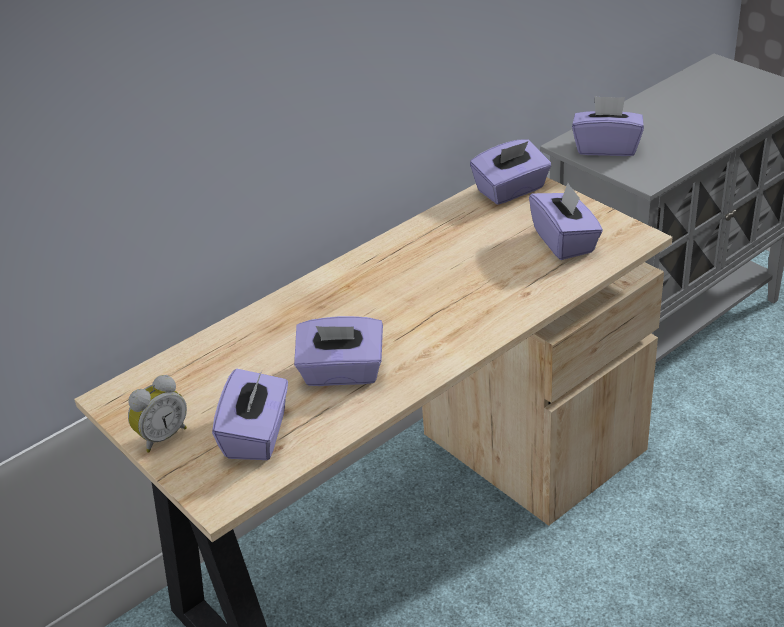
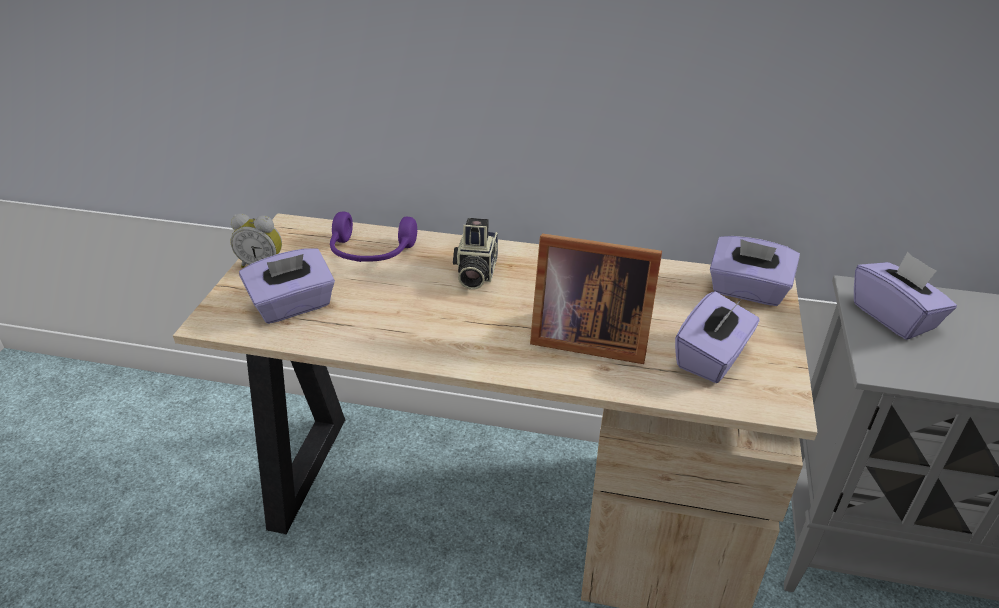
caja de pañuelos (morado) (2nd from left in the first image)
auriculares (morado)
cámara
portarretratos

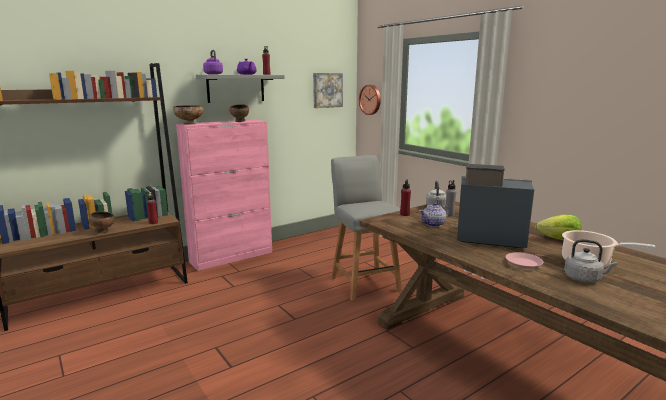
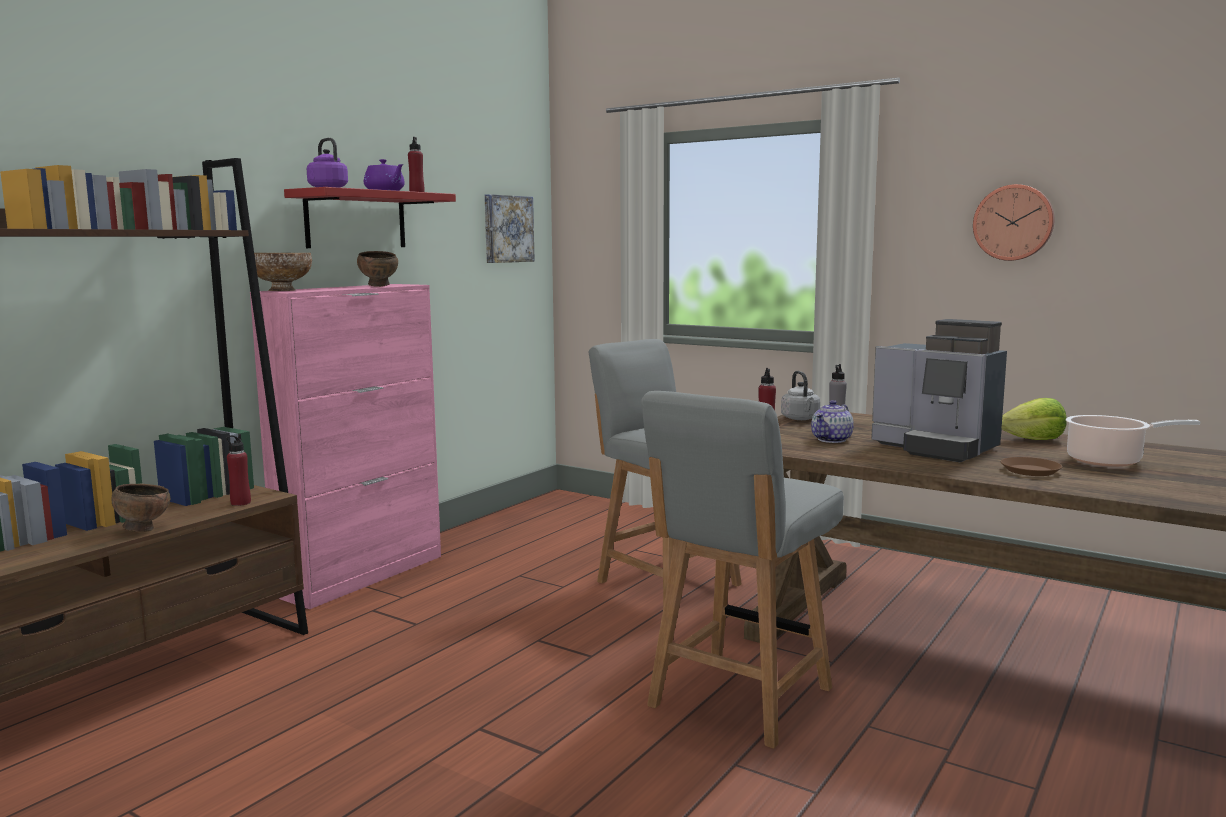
estante (rojo)
reloj de pared
cafetera
hervidor (gris) (2nd from left in the first image)
plato (marrón)
silla (gris) (2nd from left)

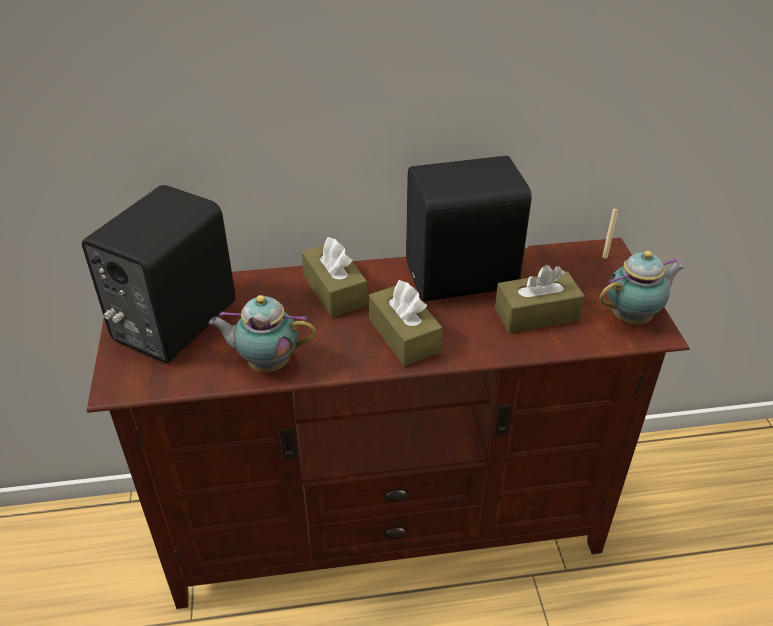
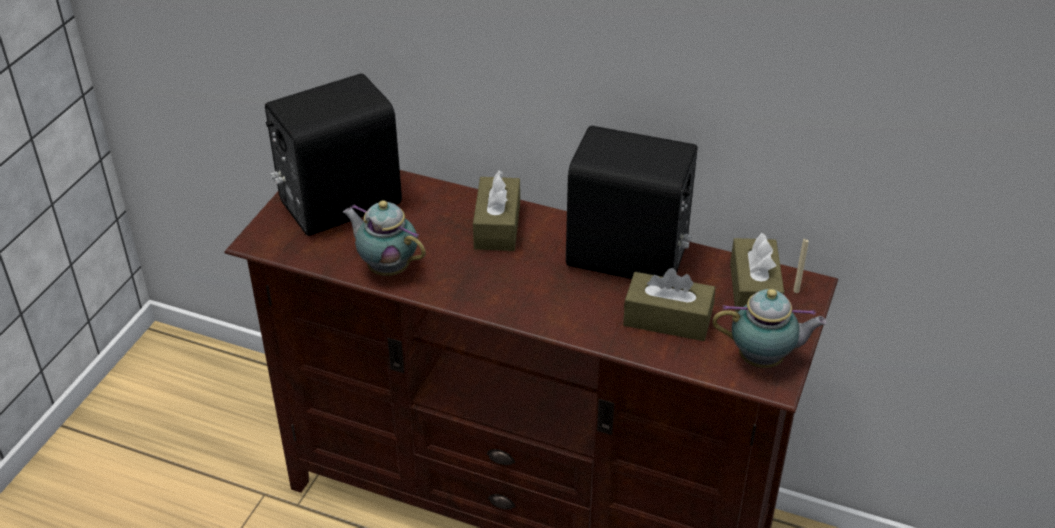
caja de pañuelos (marrón) (3rd from left)

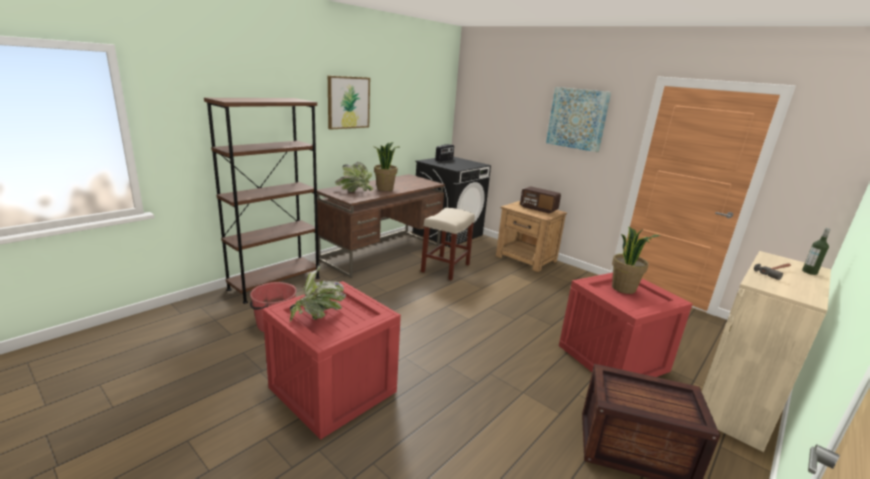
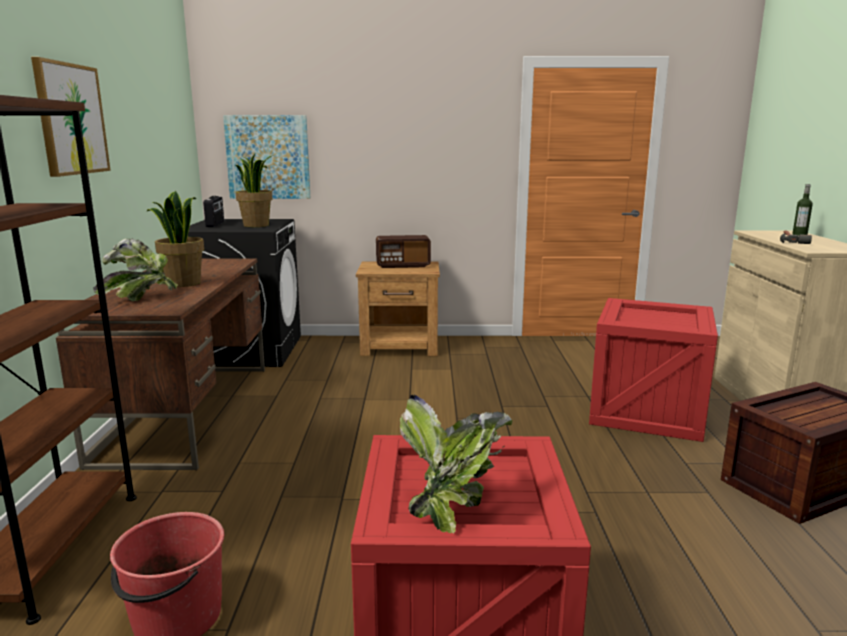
cuadro (2nd from left)
taburete (beis)
planta en maceta (3rd from left)

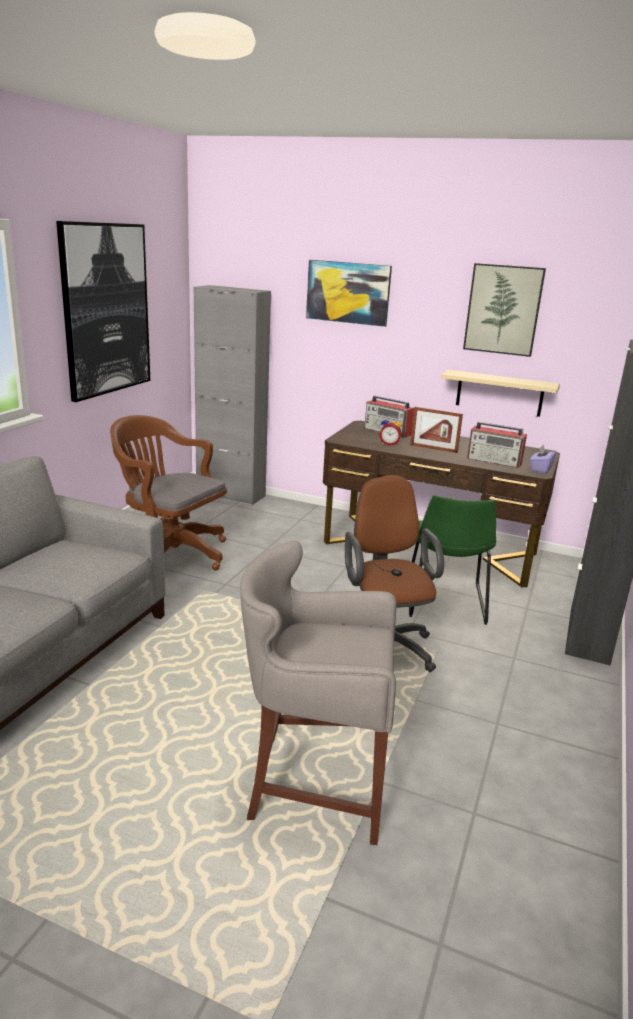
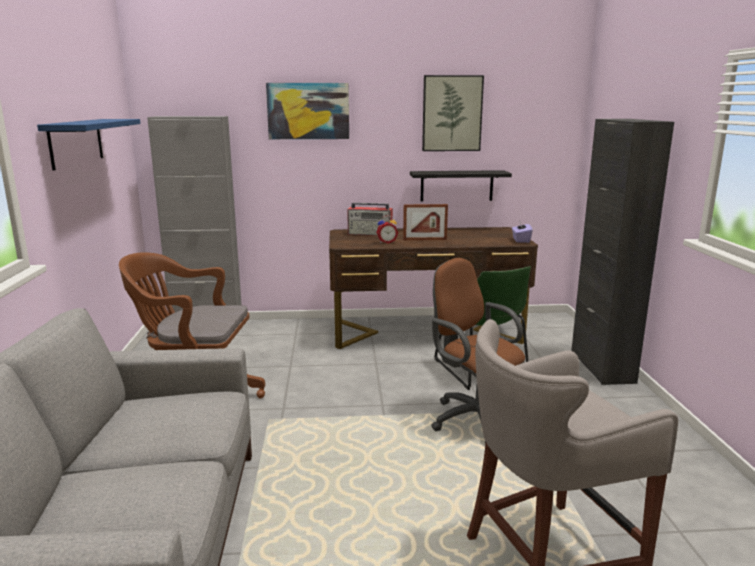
estante (azul)
estante (negro)
radio (2nd from left in the first image)

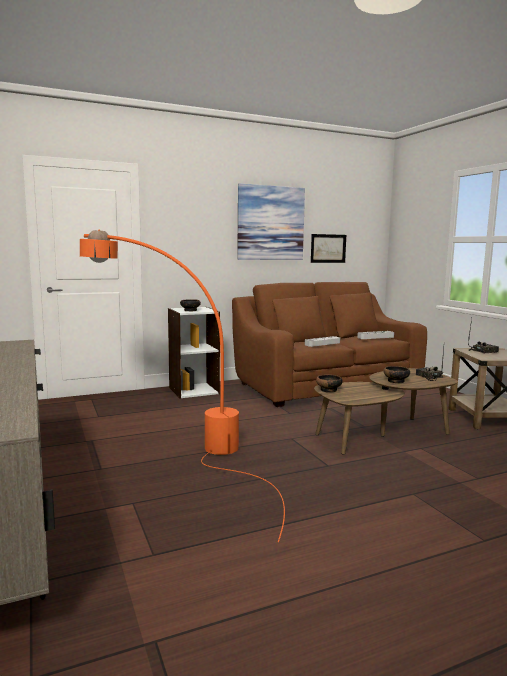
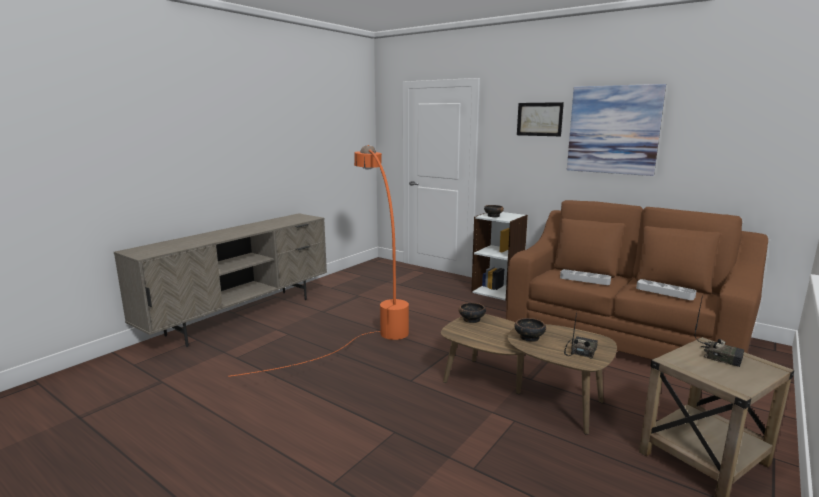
cuadro (1st from left)

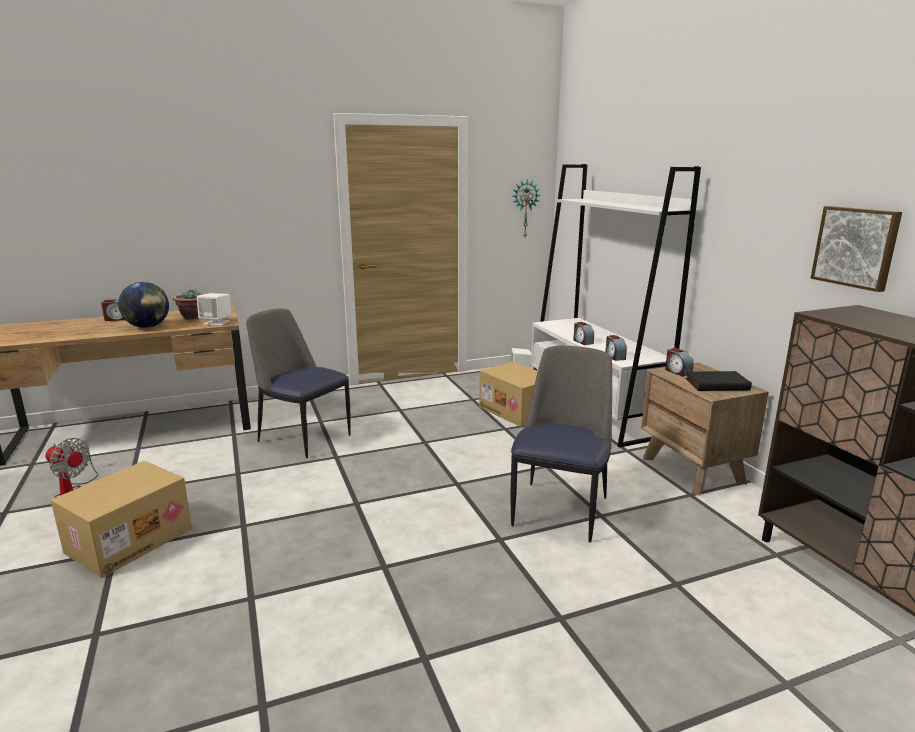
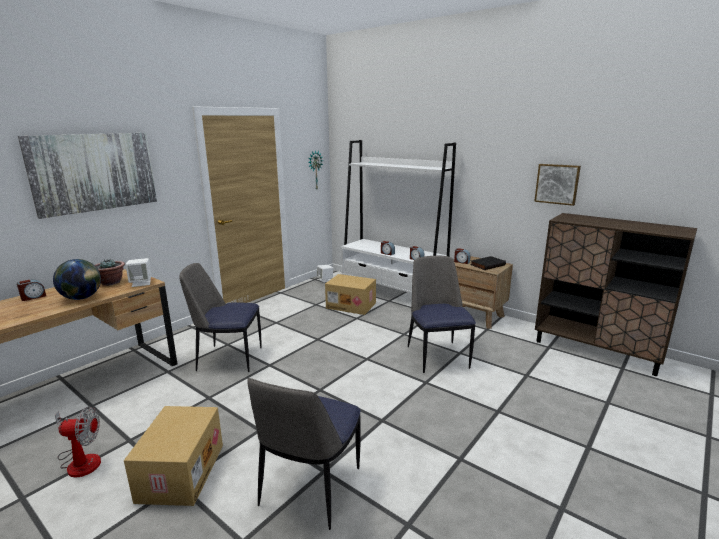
cuadro (1st from left)
silla (2nd from left)

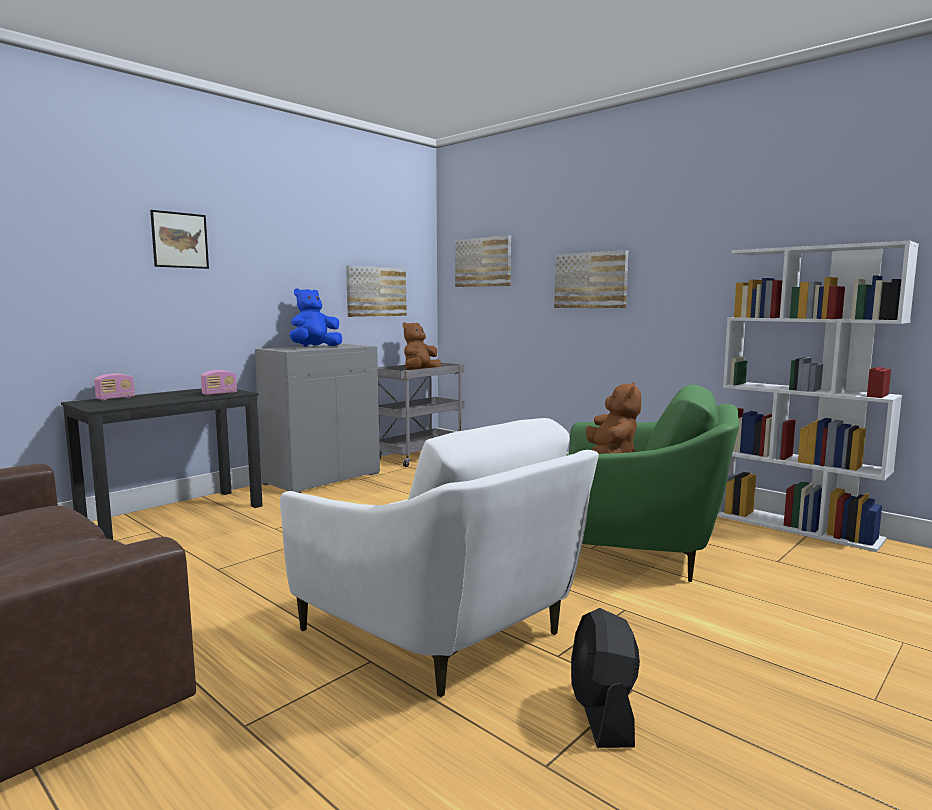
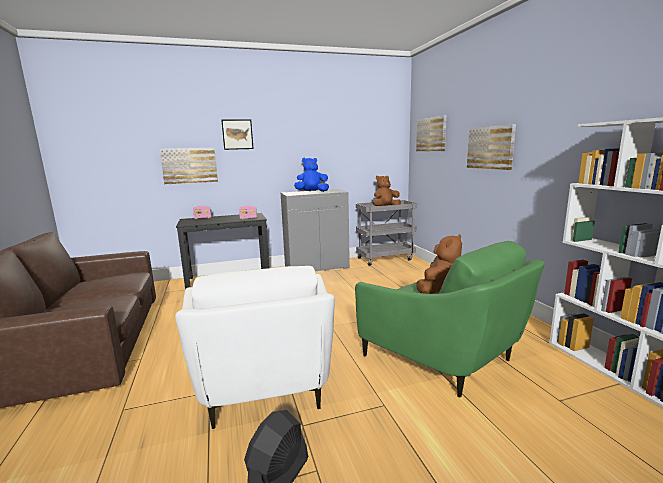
cuadro (1st from left)

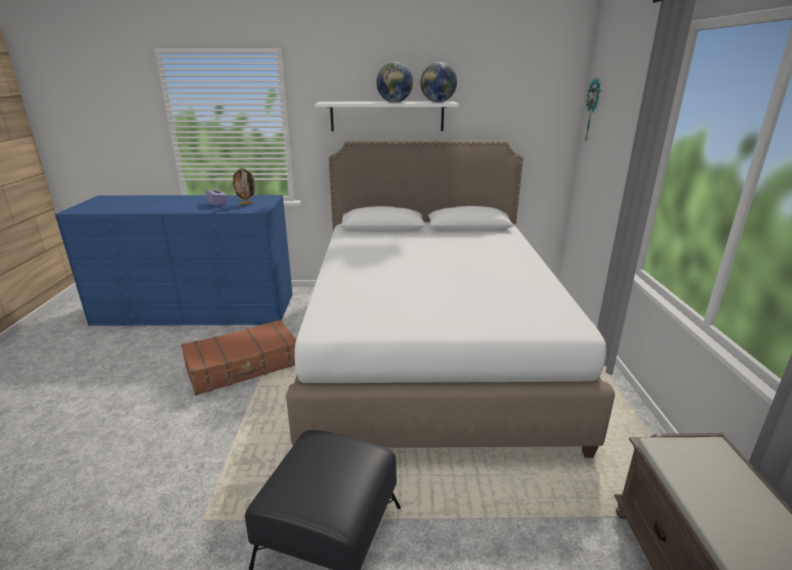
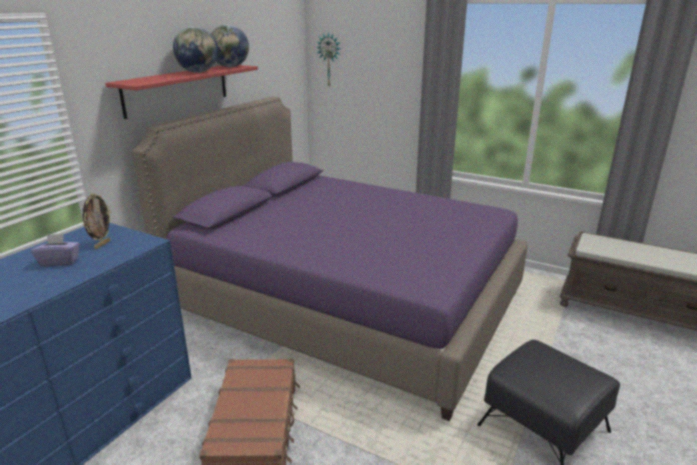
estante (rojo)
cama (morado)

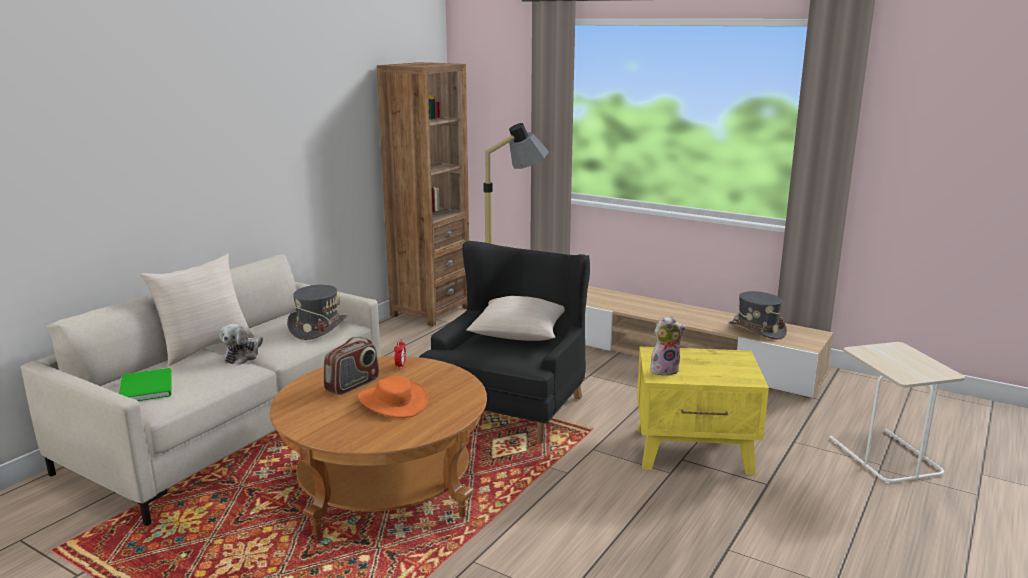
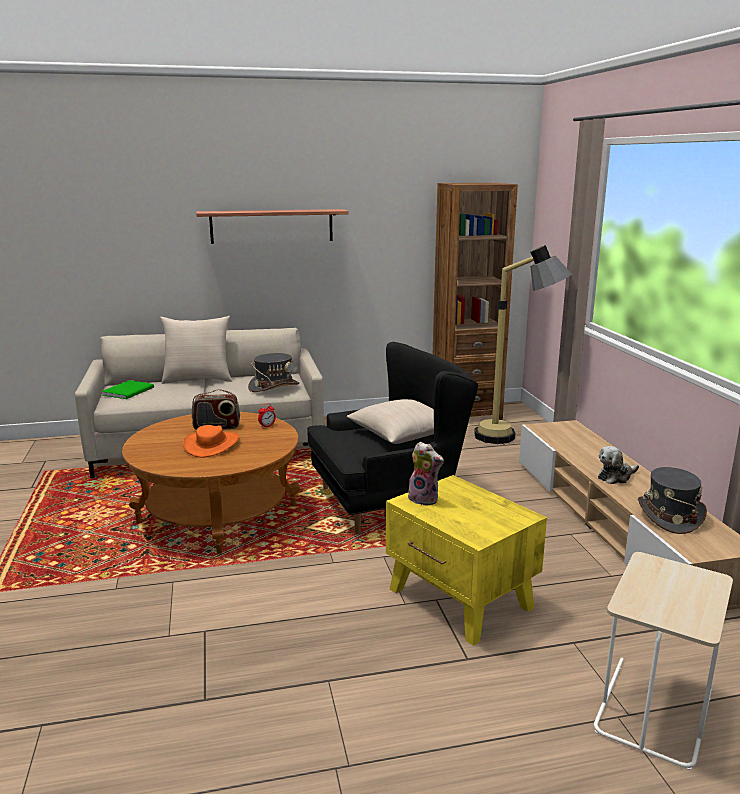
peluche (2nd from left)
estante

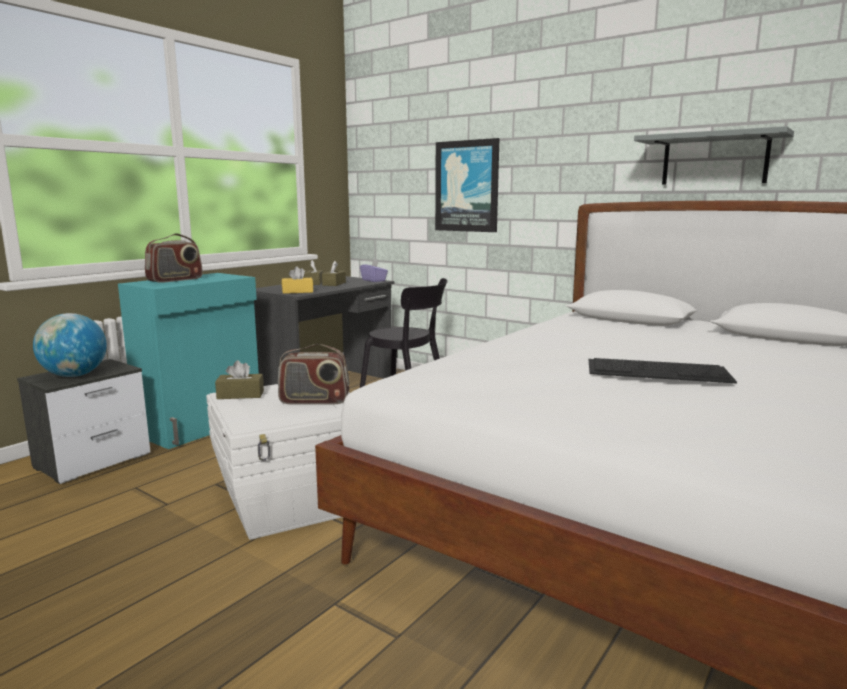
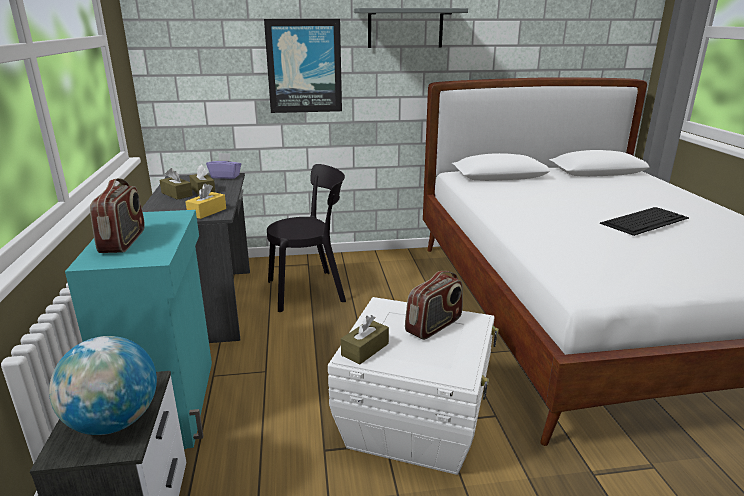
estante (gris)

